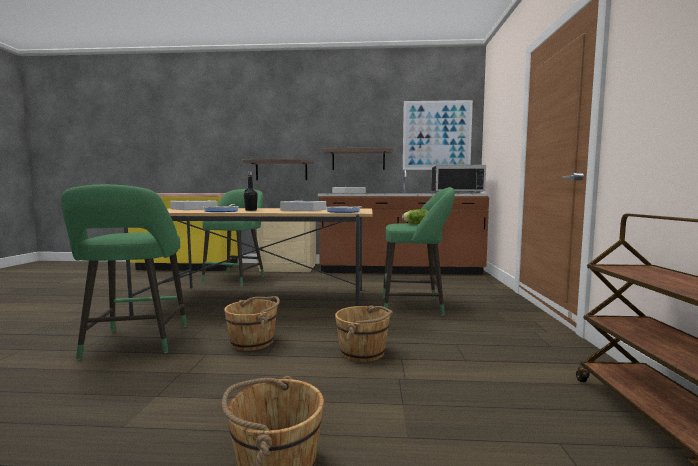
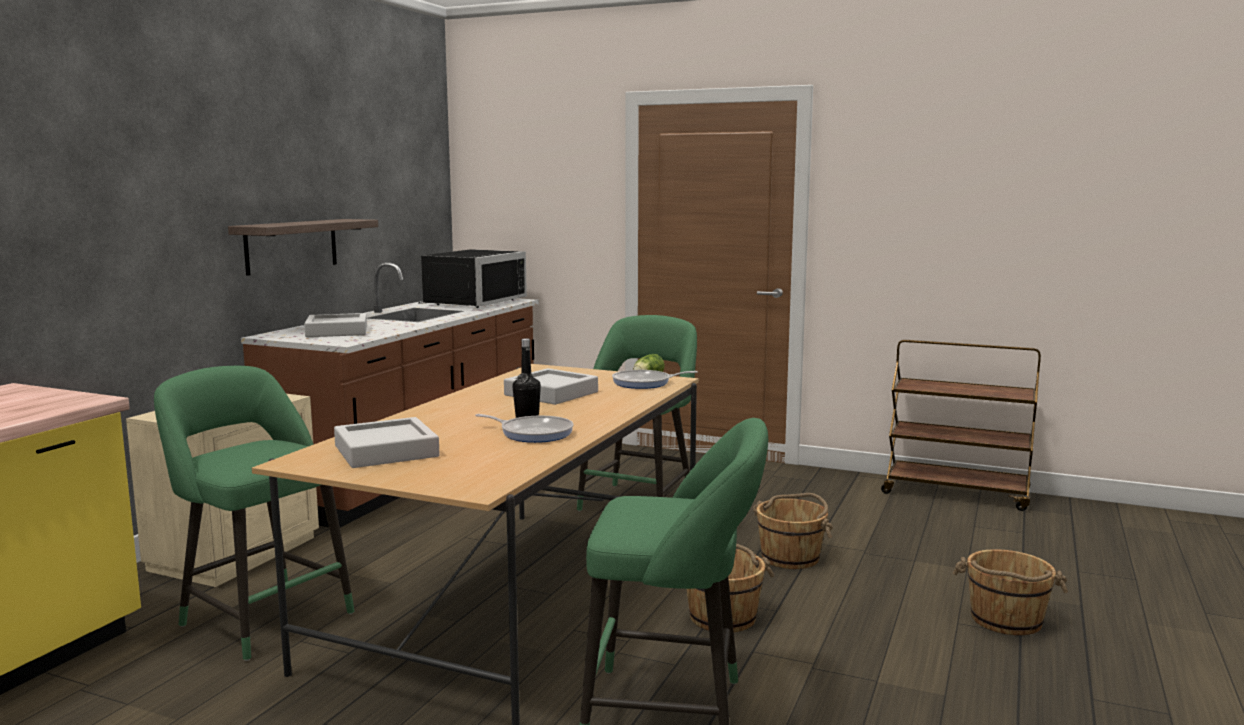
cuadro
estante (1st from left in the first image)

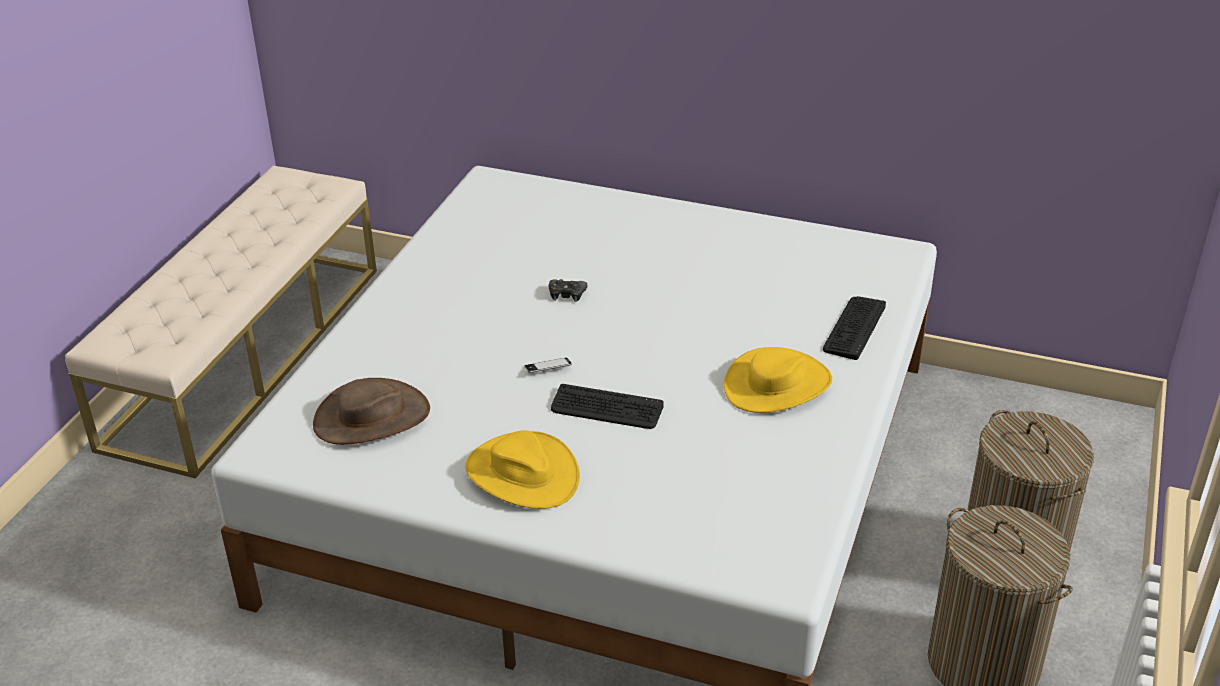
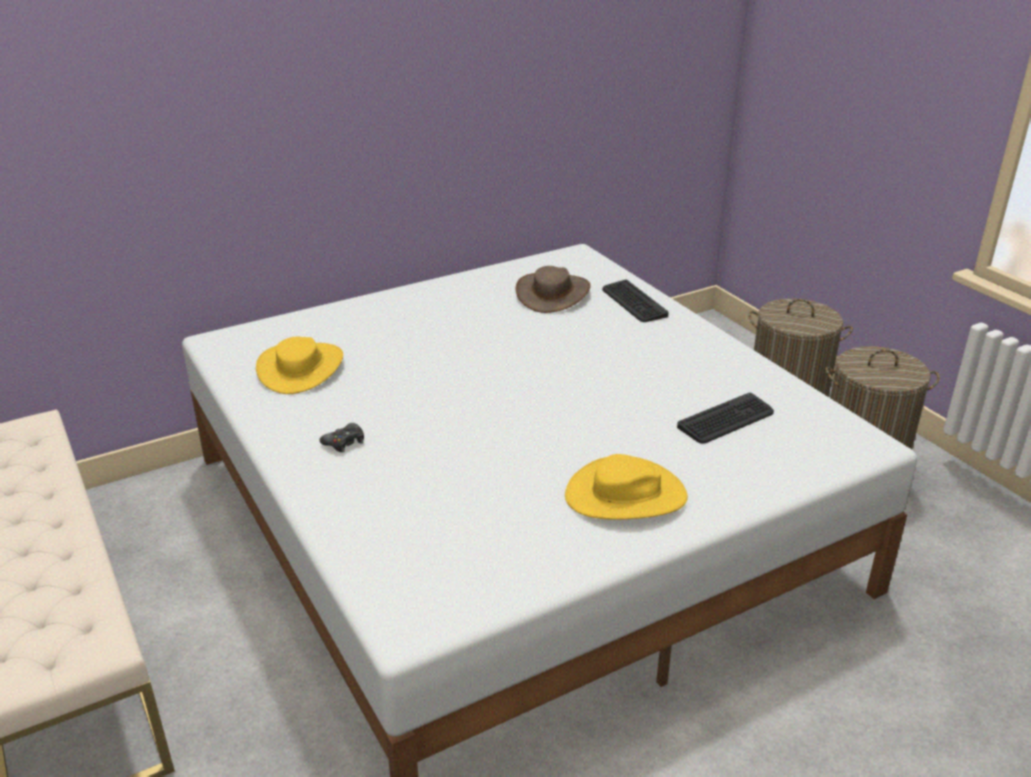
mando de consola (negro)
sombrero (amarillo) (1st from left)
móvil
sombrero (marrón)
teclado (2nd from left)

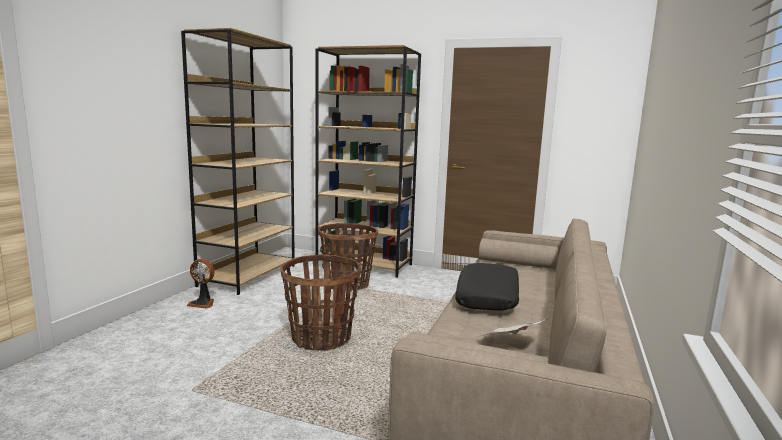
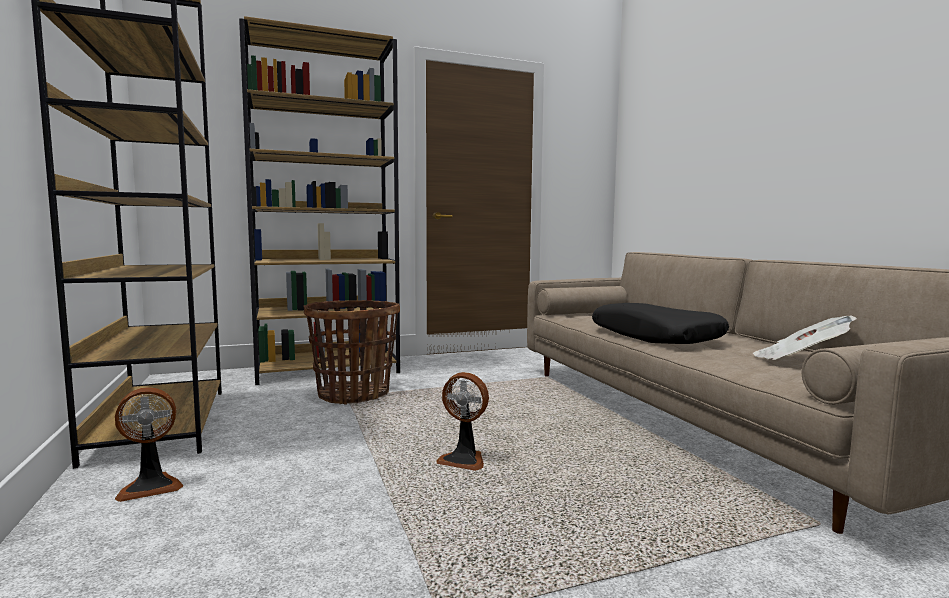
ventilador (2nd from left)

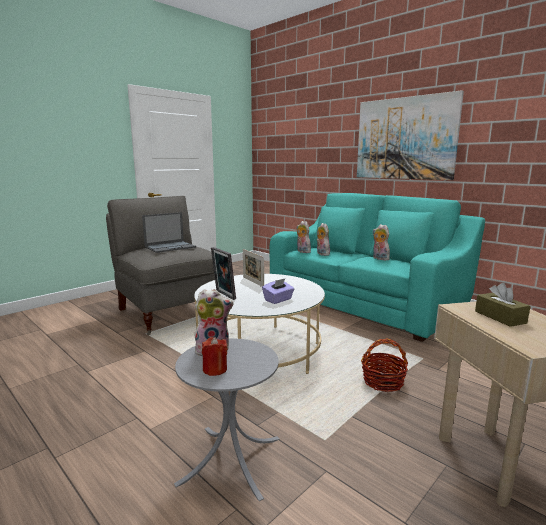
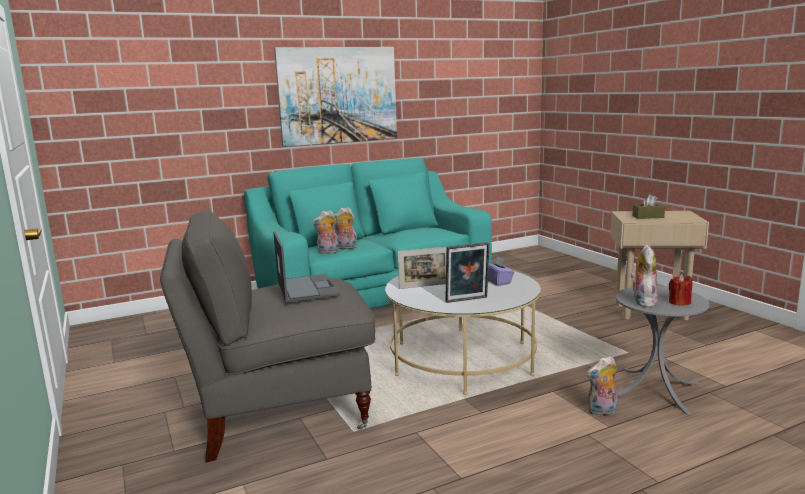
peluche (3rd from left)
cesta

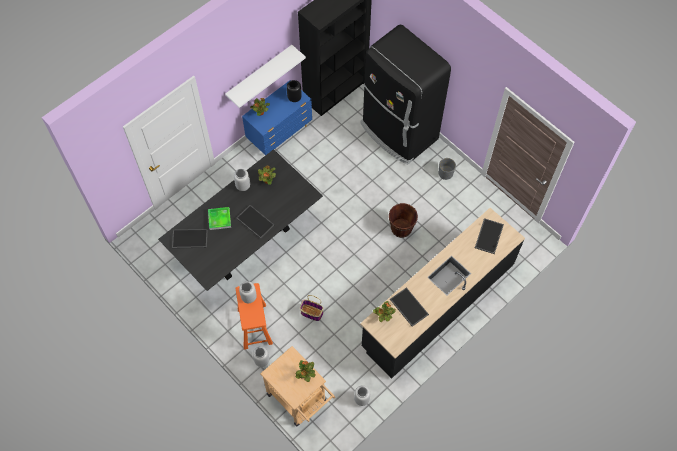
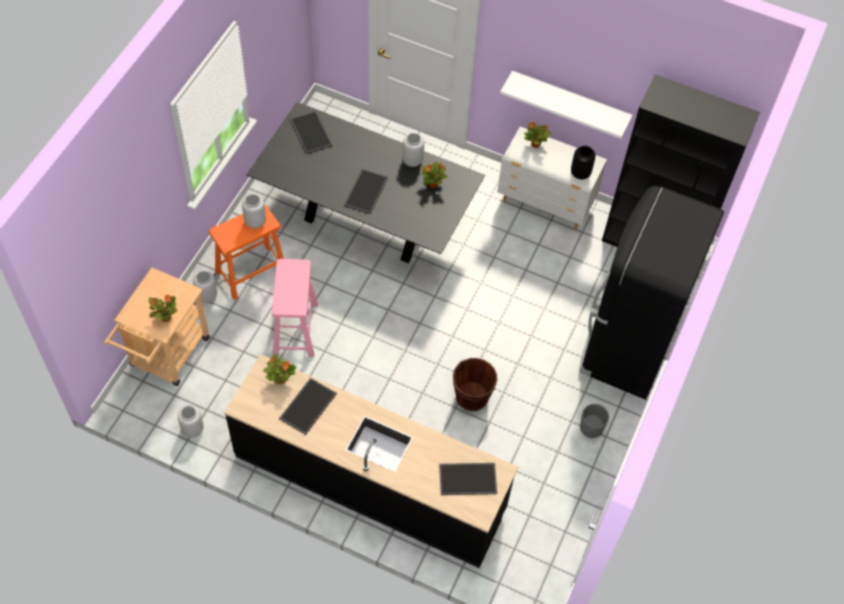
cómoda (blanco)
bandeja (2nd from left in the first image)
taburete (rosa)

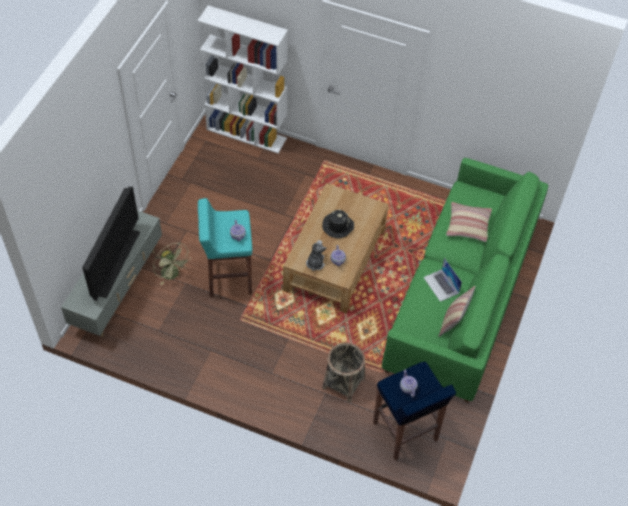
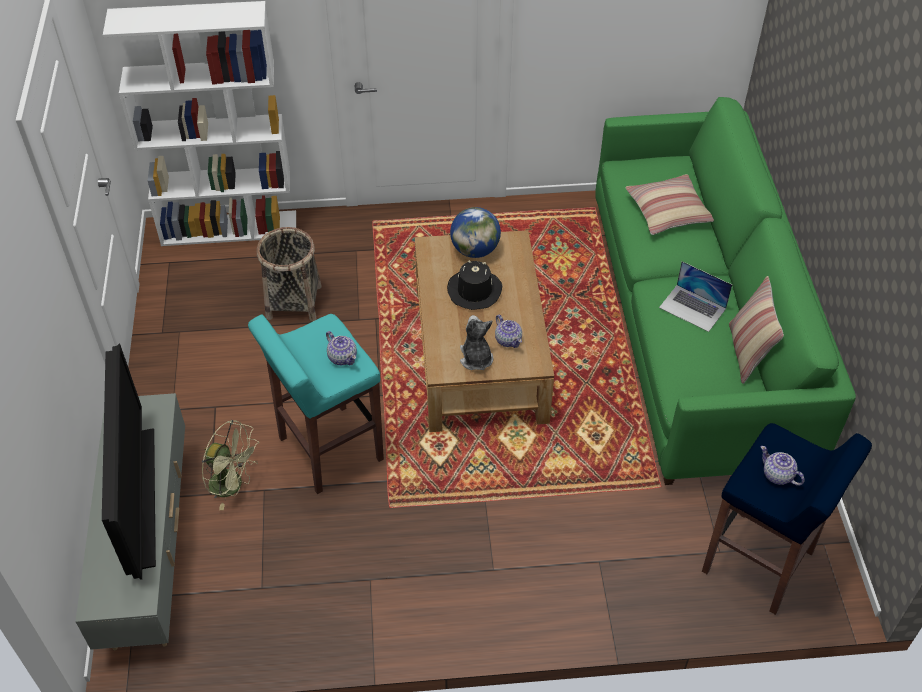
cesta
globo terráqueo

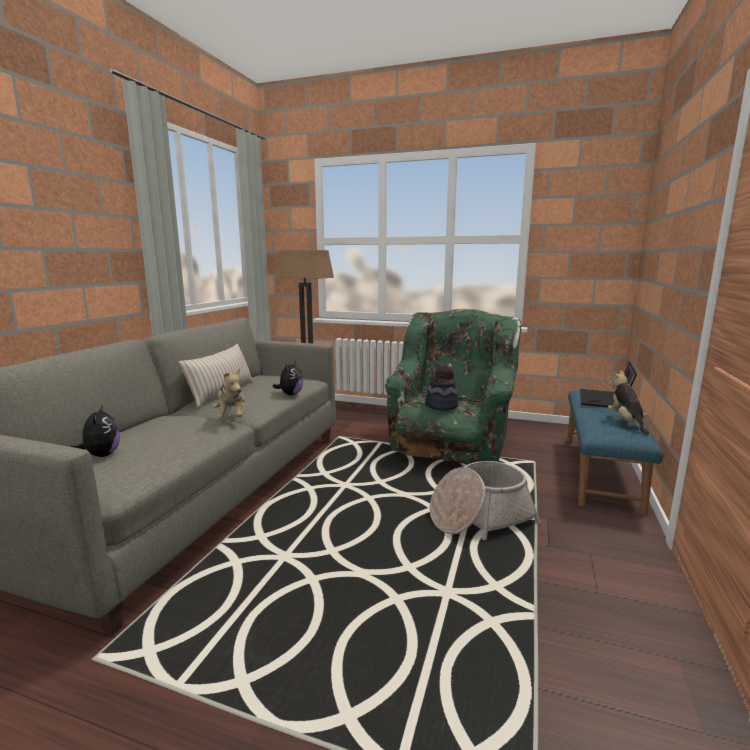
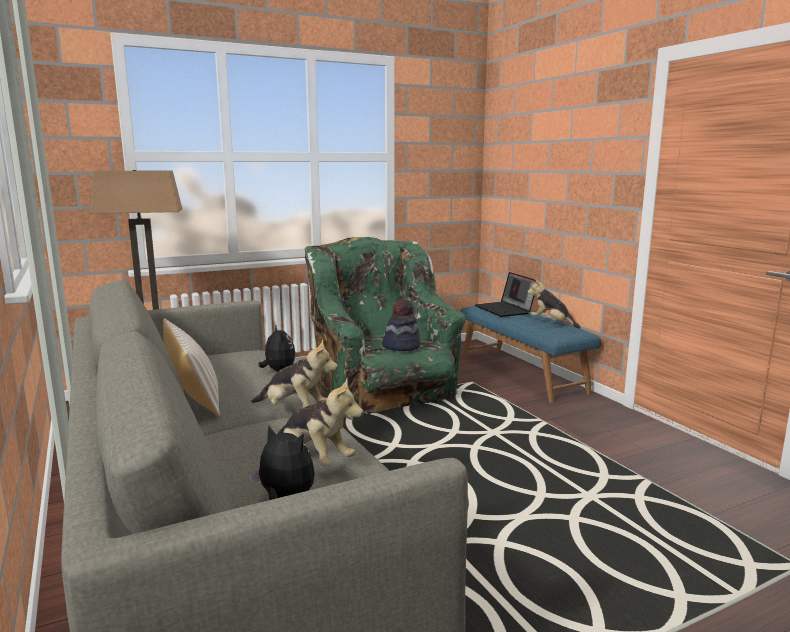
cesta
peluche (4th from left)

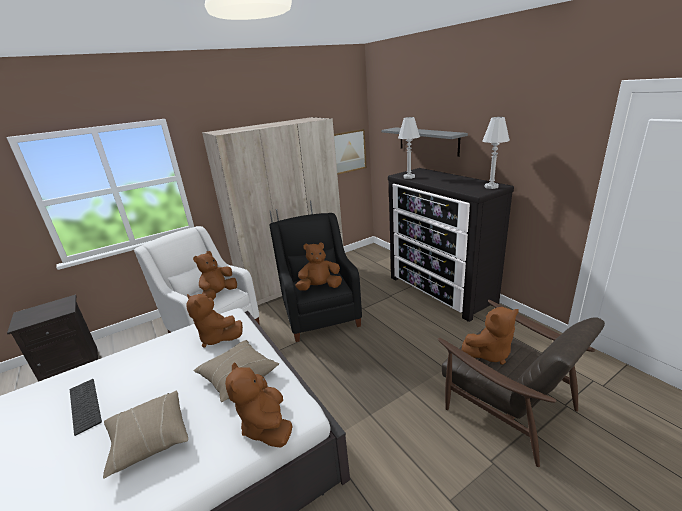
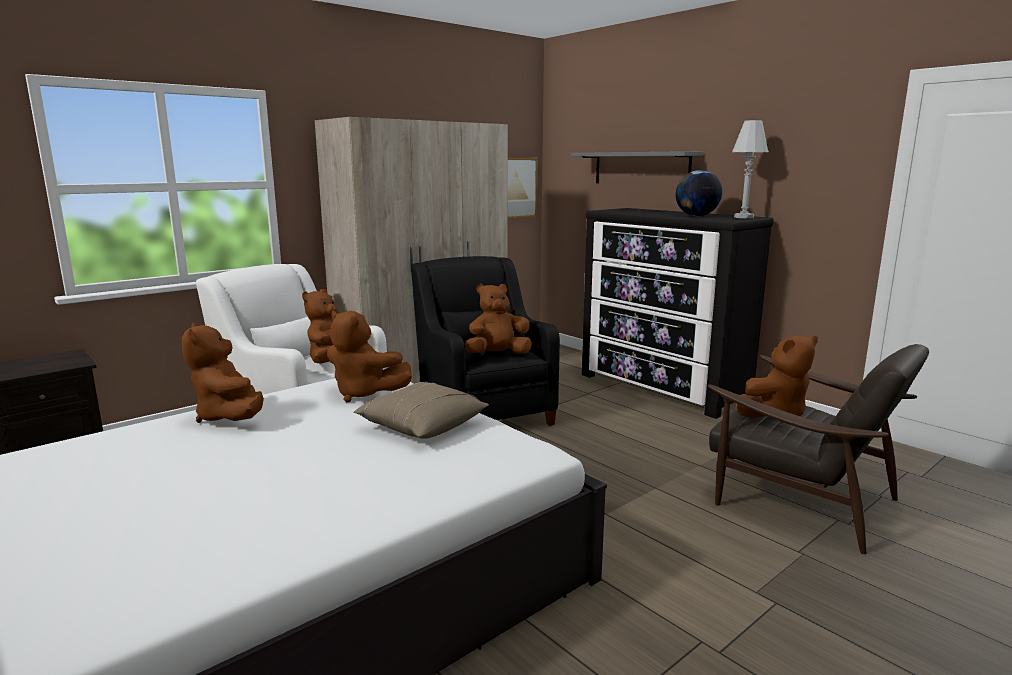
lámpara de mesa (blanco) (1st from left in the first image)
peluche (marrón) (1st from left)
teclado
cojín (beis) (1st from left in the first image)
globo terráqueo

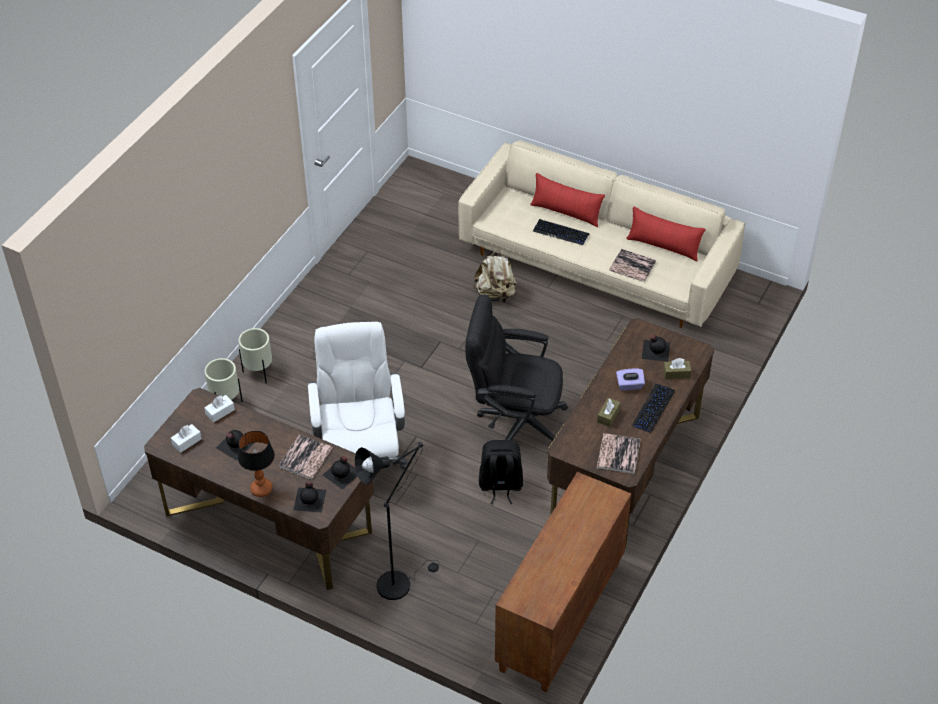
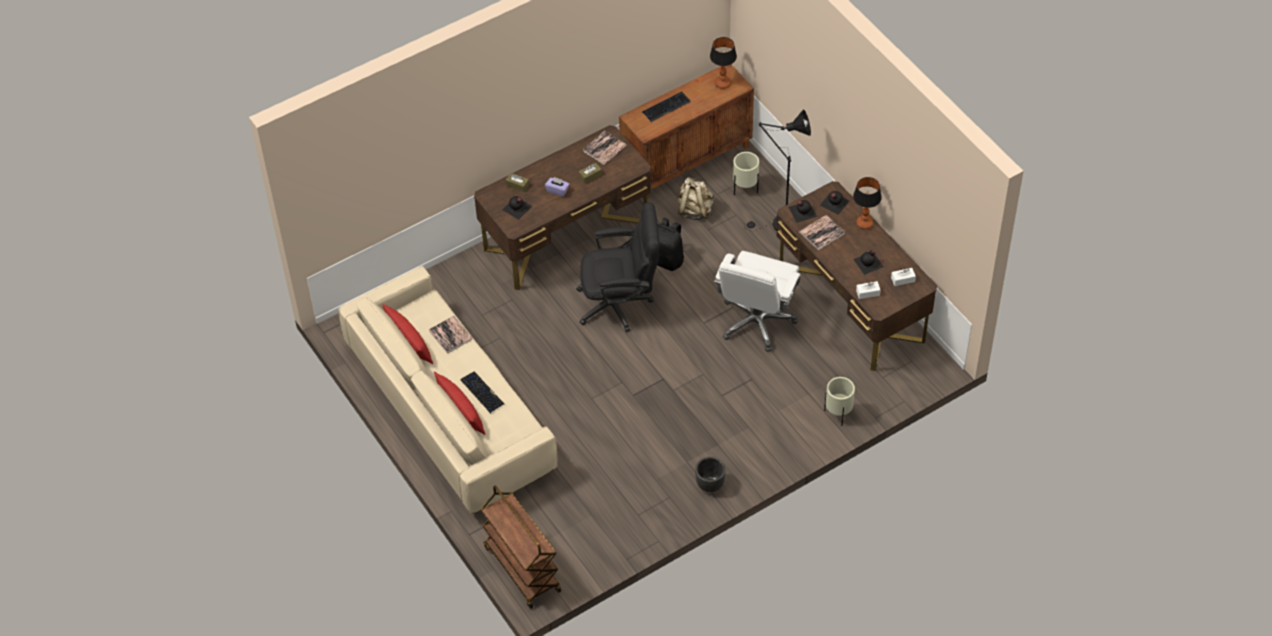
mochila (beis)
silla de oficina (negro)
maceta (beis) (1st from left)
teclado (2nd from left)
lámpara de mesa (1st from left)
maceta (negro)
carrito (marrón)

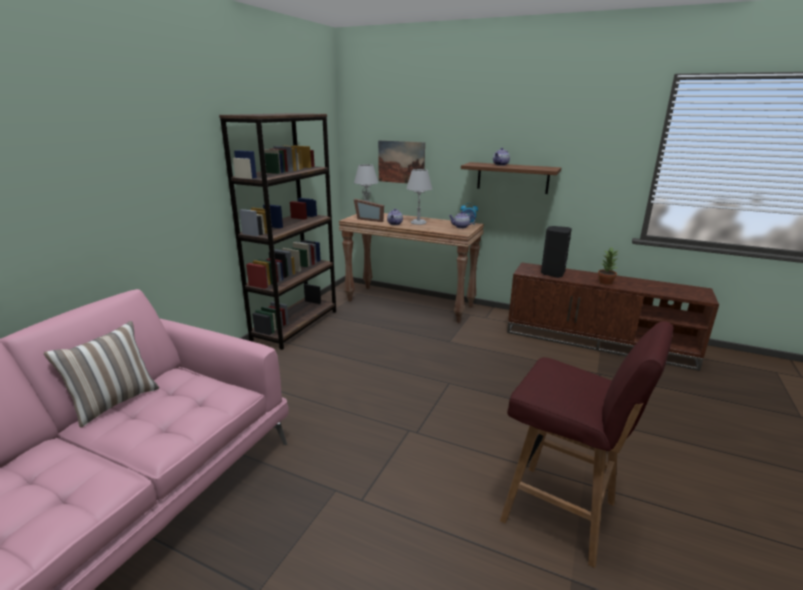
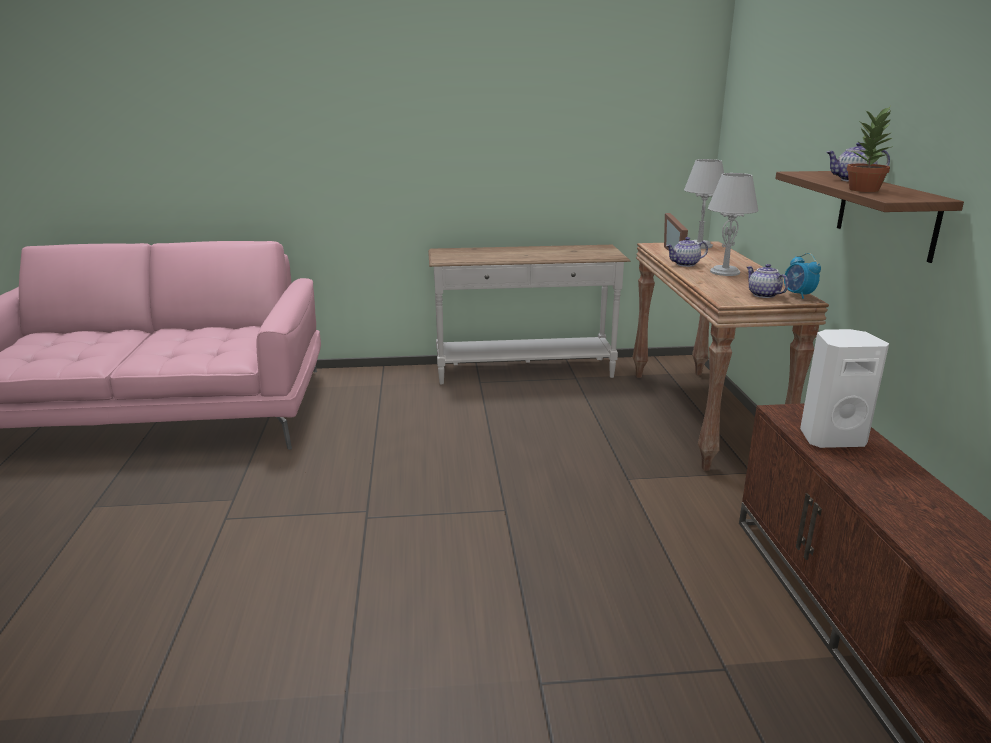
mesa consola (blanco)
cuadro
altavoz (blanco)
planta en maceta
cojín
taburete (rojo)

